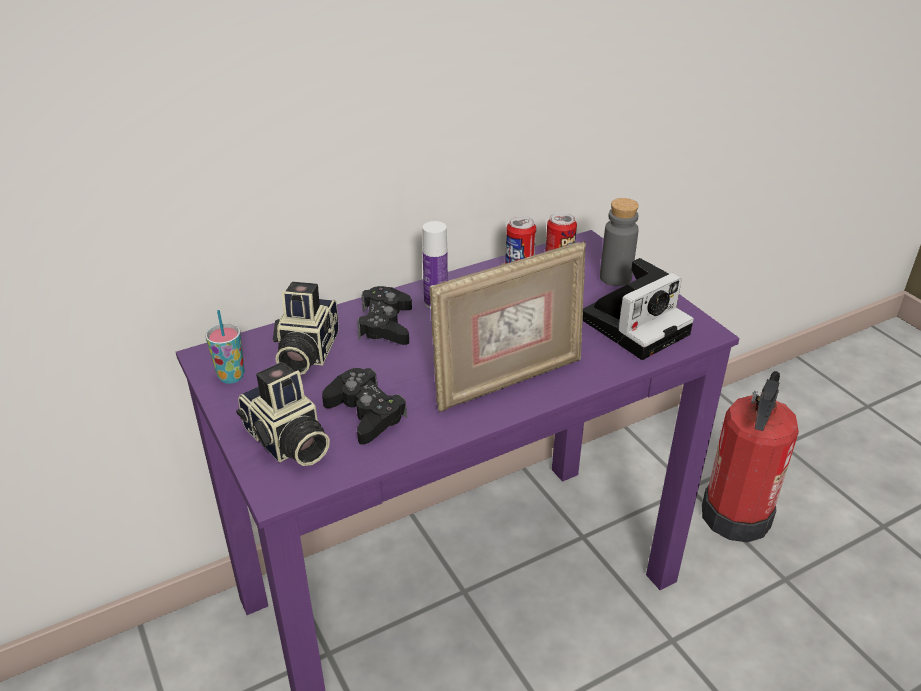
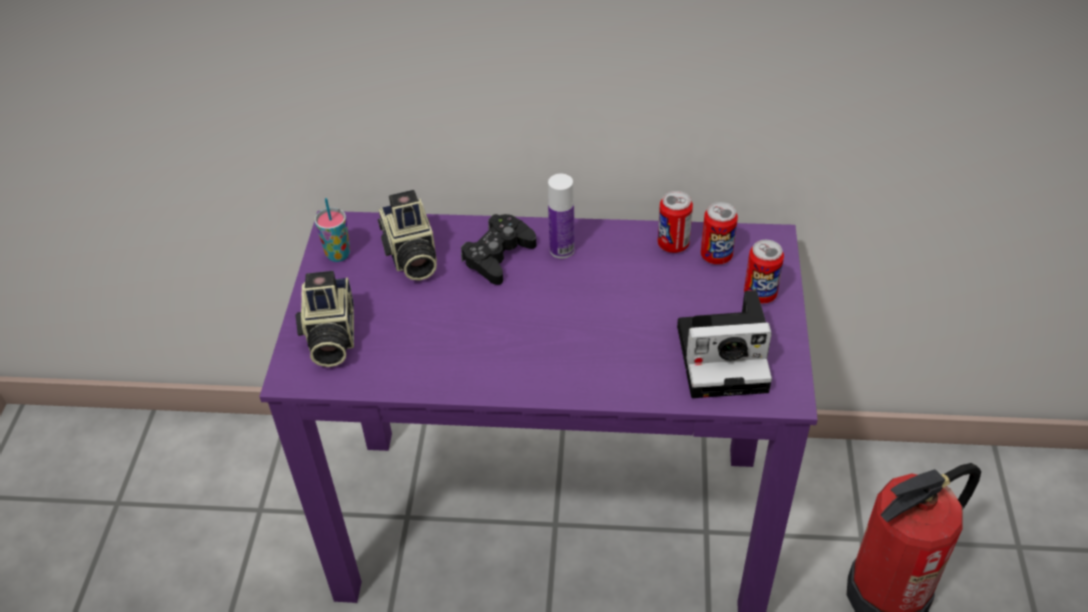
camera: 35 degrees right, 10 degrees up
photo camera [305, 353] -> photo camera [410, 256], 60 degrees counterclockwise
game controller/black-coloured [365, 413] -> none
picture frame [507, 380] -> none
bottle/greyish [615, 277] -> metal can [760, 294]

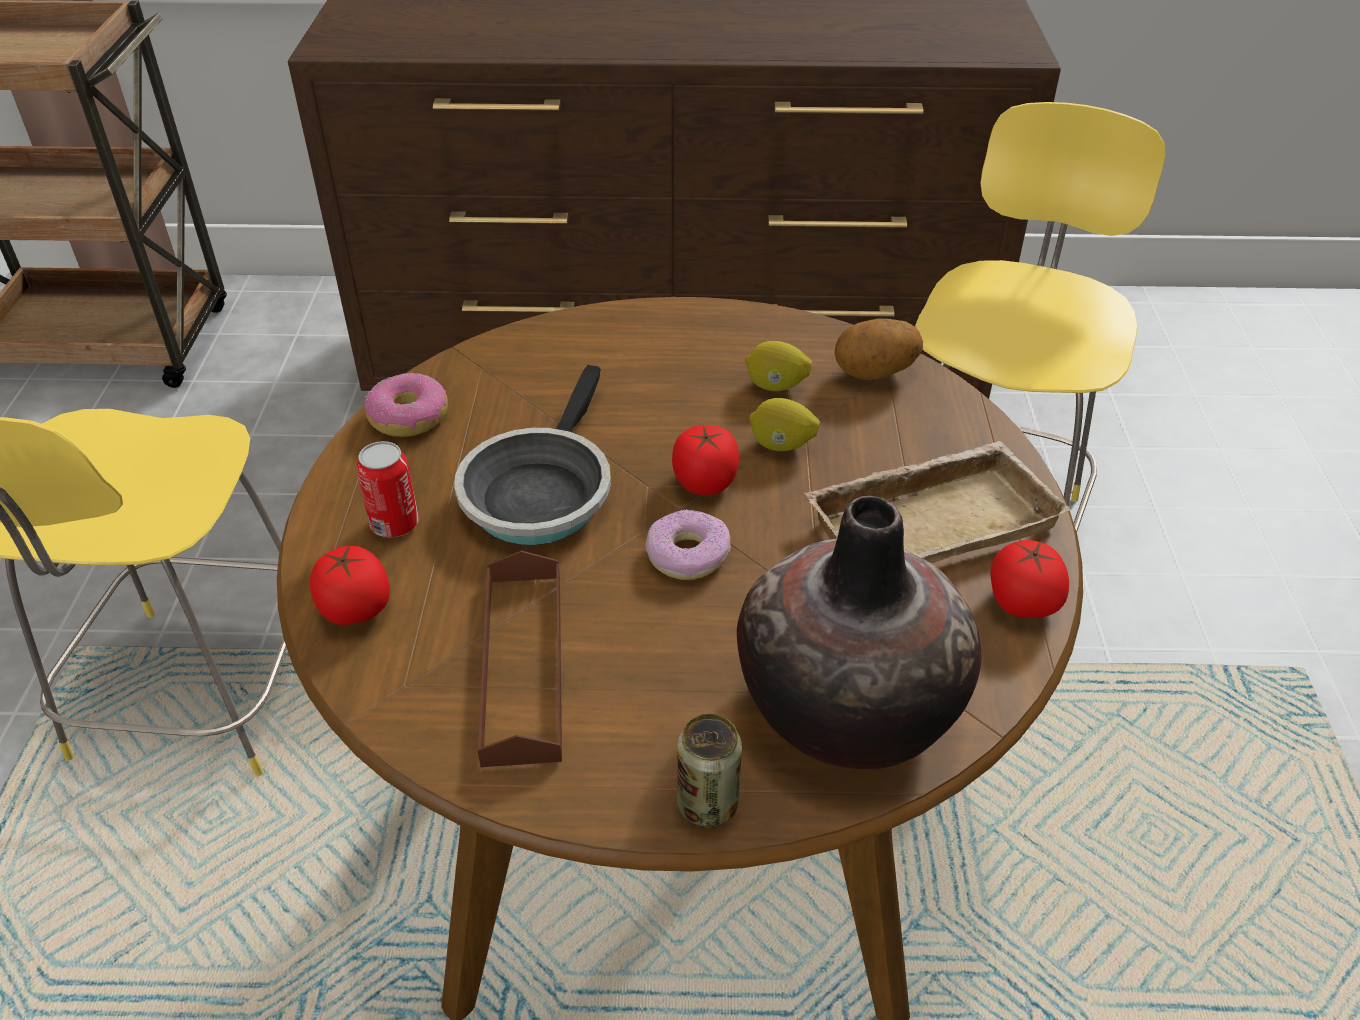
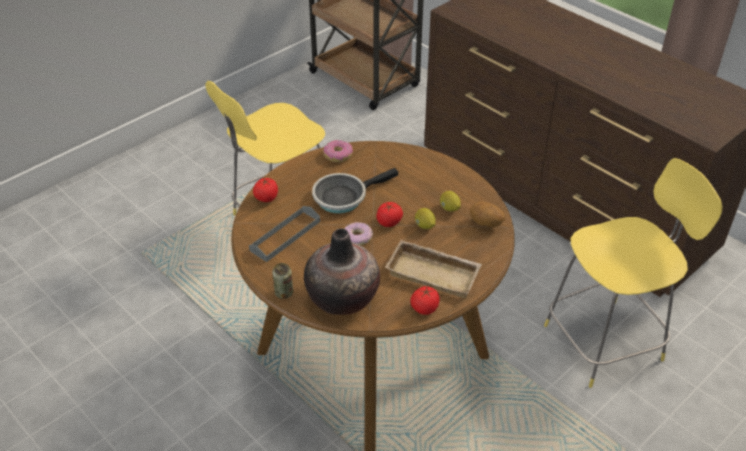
camera: 45 degrees right, 0 degrees up
metal can [395, 524] -> none
carrying tray/brownish [523, 664] -> carrying tray/greyish [285, 236]

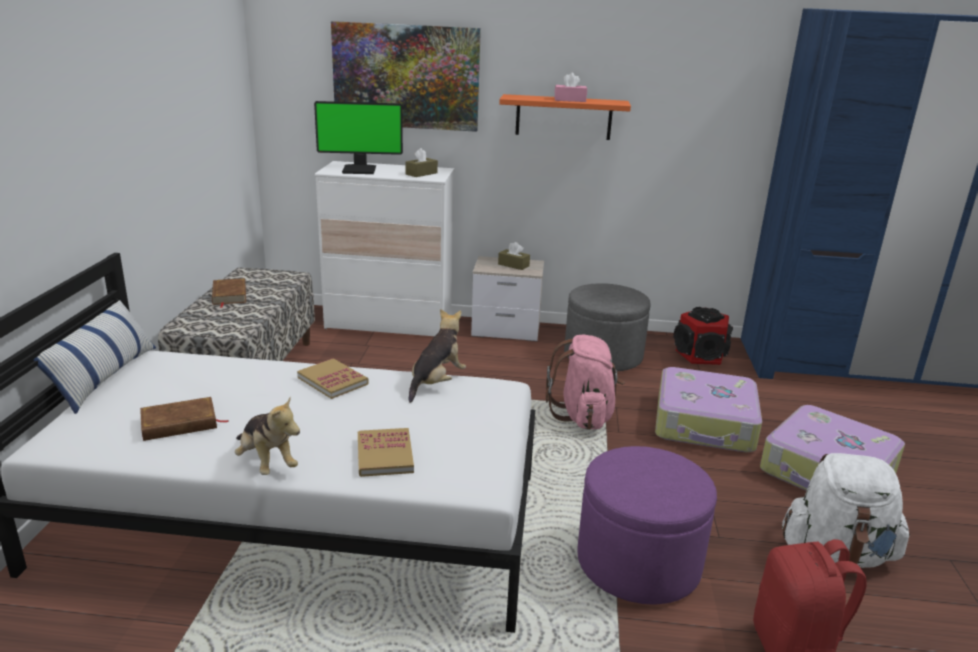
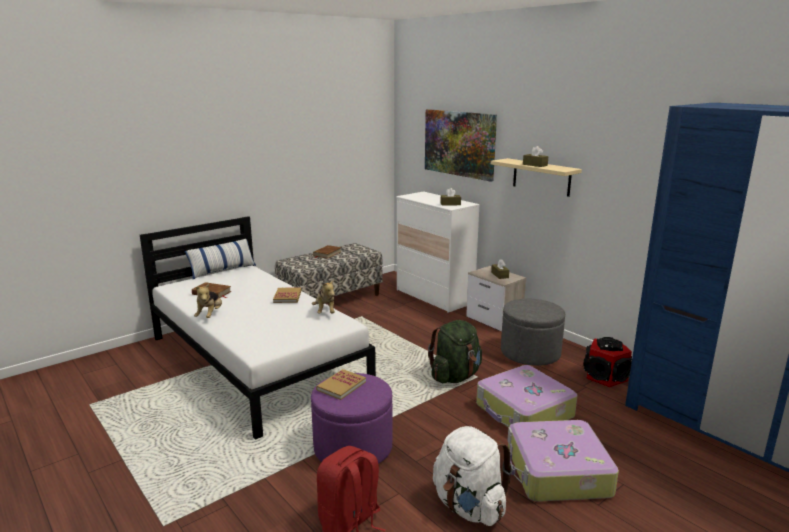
camera: 45 degrees right, 5 degrees down
monitor [360, 170] -> none
book [384, 455] -> book [341, 386], move
cuddly toy [436, 382] -> cuddly toy [325, 311], 90 degrees clockwise
bracket shelf/orangey [563, 117] -> bracket shelf/sand-coloured [541, 177]
knapsack/pink-coloured [583, 415] -> knapsack/greenish [455, 376]
tissue holder/pink-coloured [570, 100] -> tissue holder/brownish [535, 165]

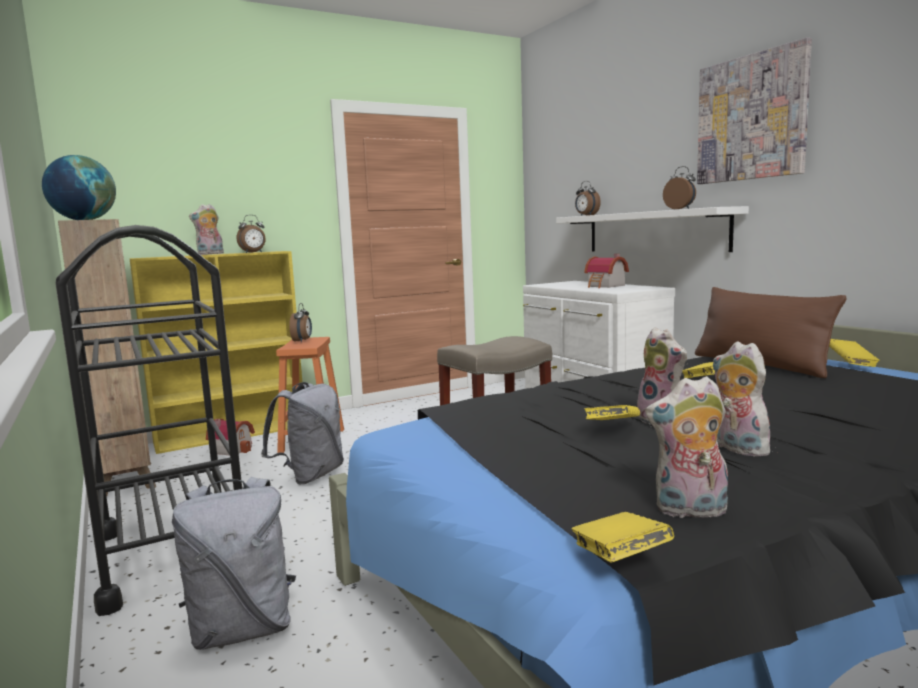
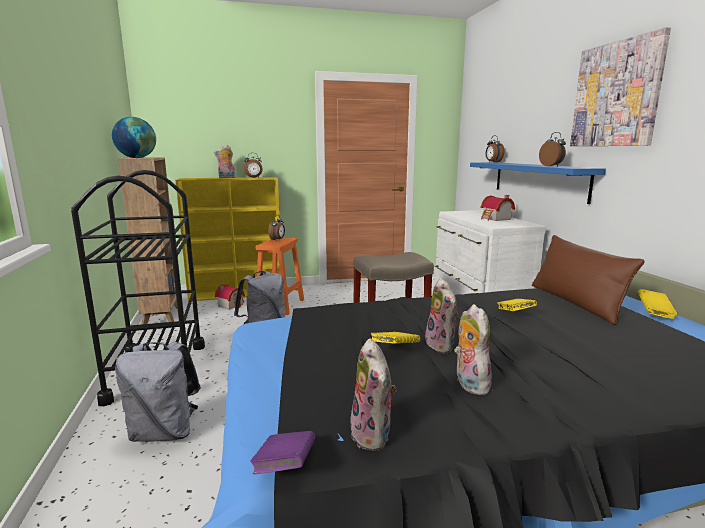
camera: 15 degrees right, 5 degrees up
bracket shelf/whitish [654, 232] -> bracket shelf/bluish [538, 180]
book/yellow-coloured [619, 559] -> book/purple [285, 467]
cuddly toy [690, 511] -> cuddly toy [374, 436], 120 degrees counterclockwise

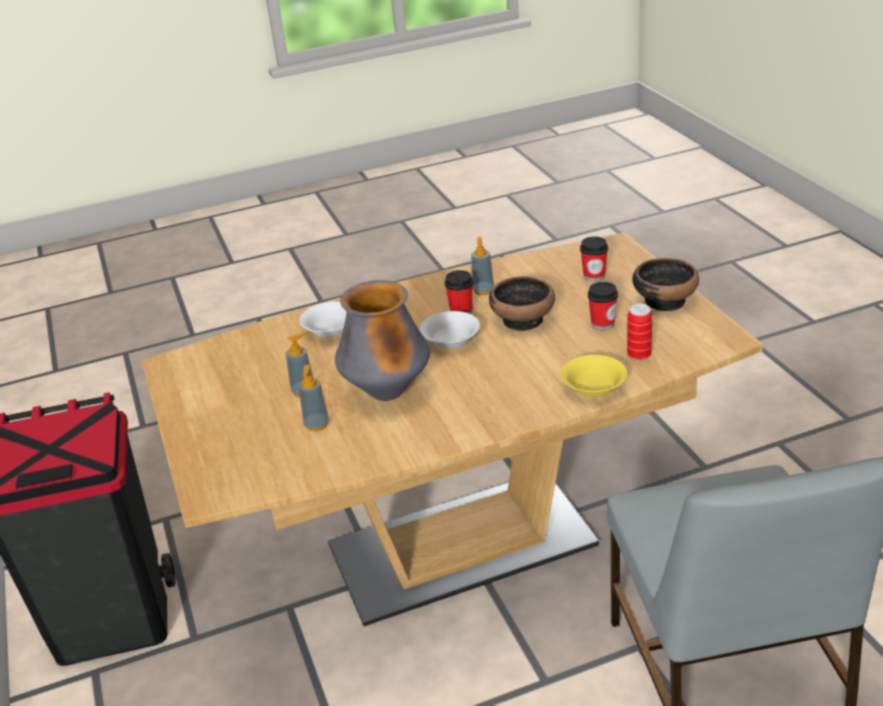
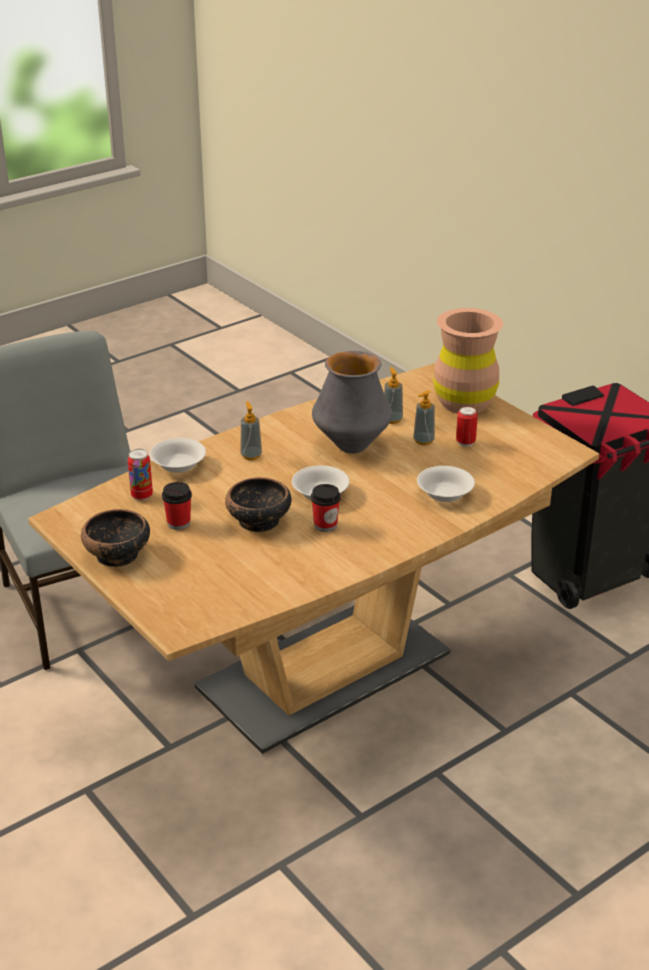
camera: 160 degrees right, 0 degrees up
soap dispenser [483, 291] -> soap dispenser [251, 455], move
serving bowl/yellow-coloured [593, 388] -> serving bowl/whitish [178, 465]
small cup [594, 276] -> none
none -> decorative vase/brownish [464, 403]
none -> metal can [465, 442]

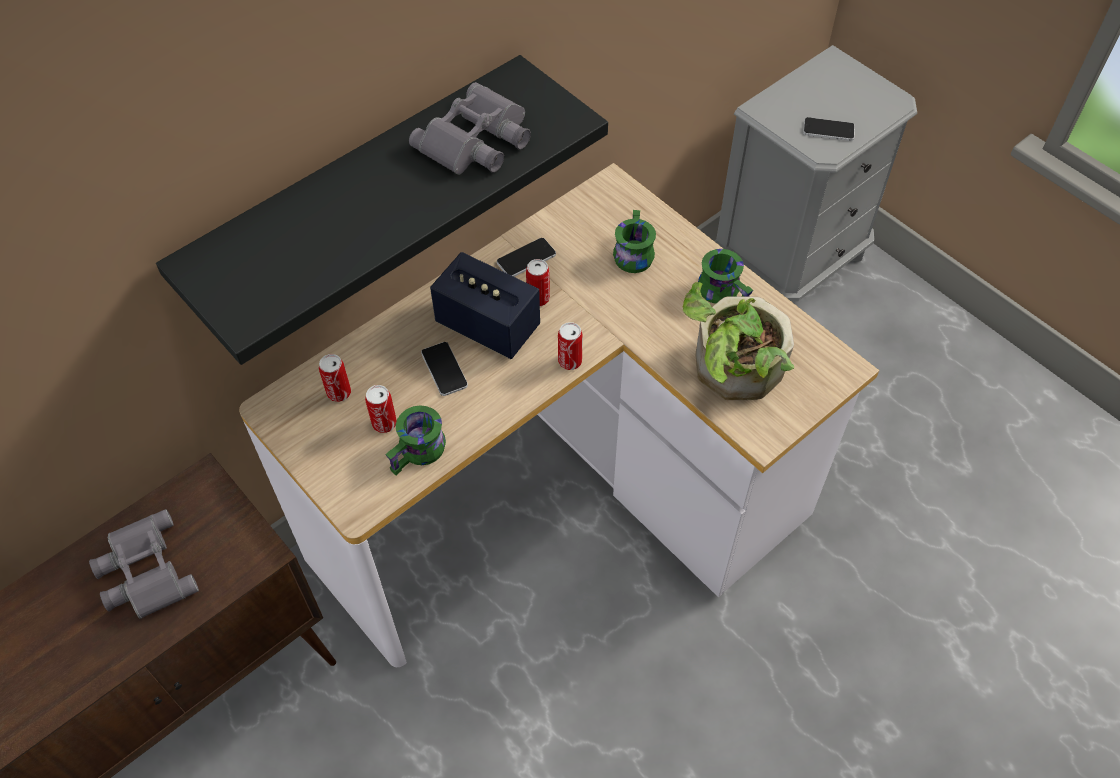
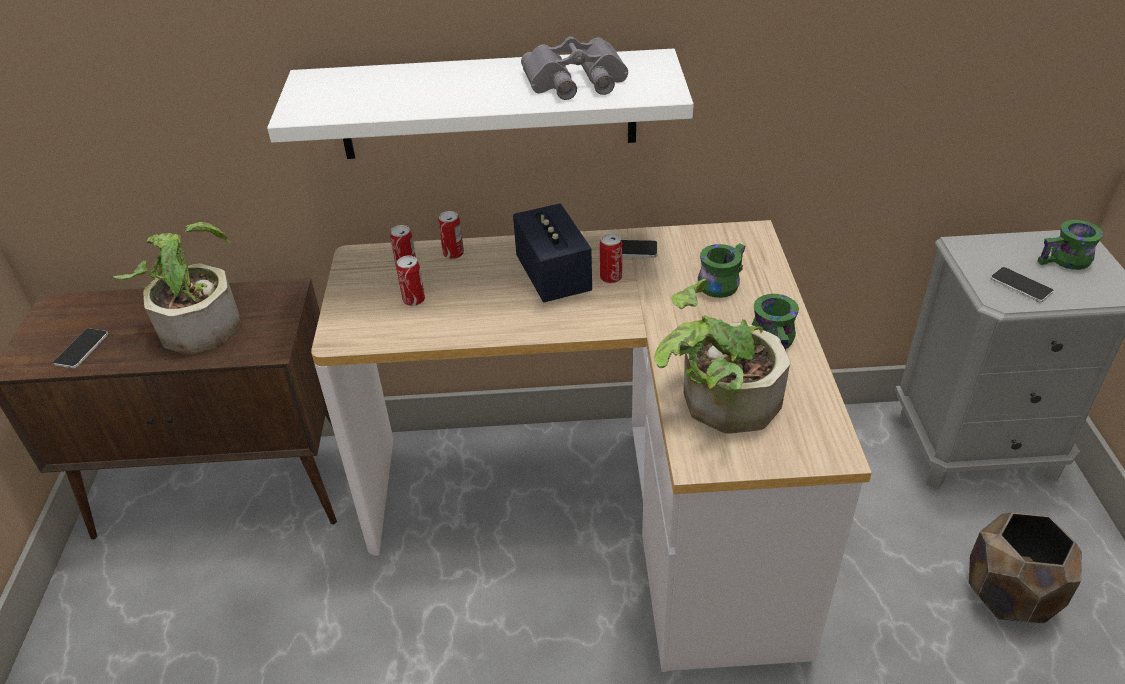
camera: 40 degrees right, 15 degrees down
field glasses/greyish [143, 571] -> houseplant [198, 321]
bracket shelf/black-coloured [359, 191] -> bracket shelf/whitish [487, 105]
mug/greenish [420, 454] -> mug/greenish [1066, 261], move
handset [444, 369] -> handset [82, 349], move
metal can [570, 361] -> metal can [453, 254], move
none -> flower pot/brownish [1010, 594]

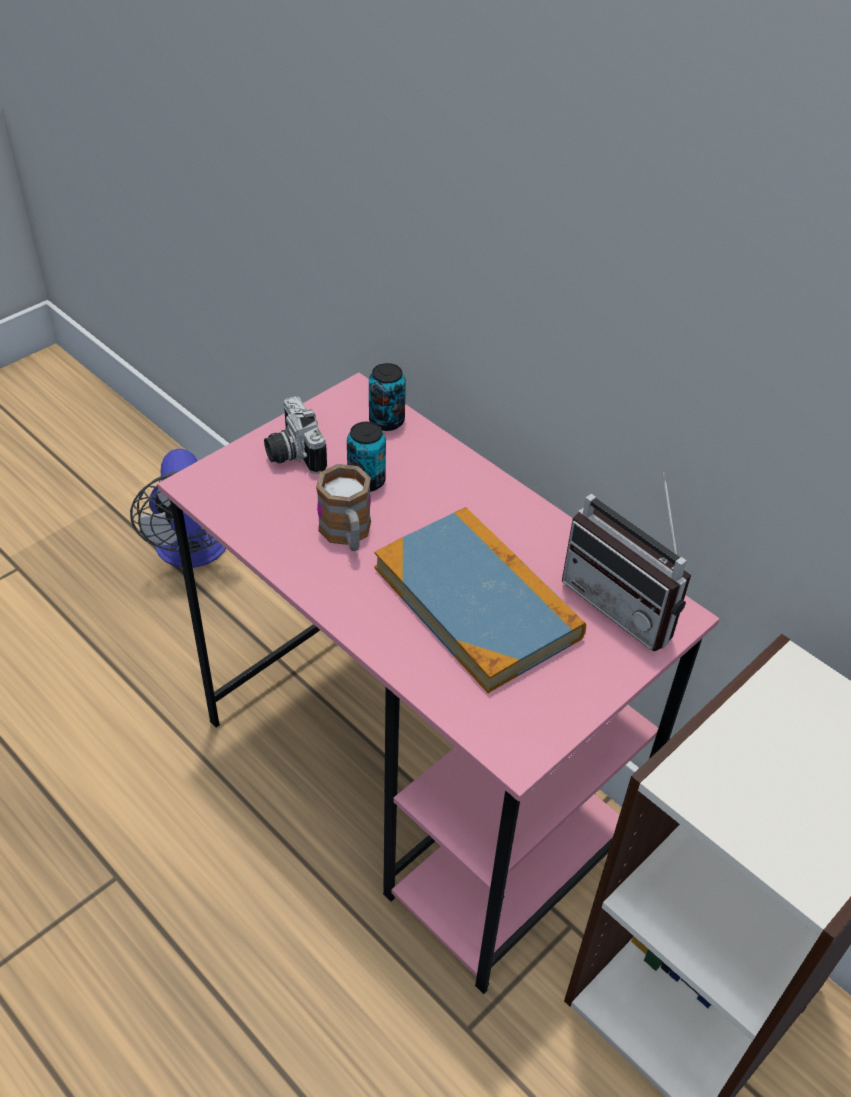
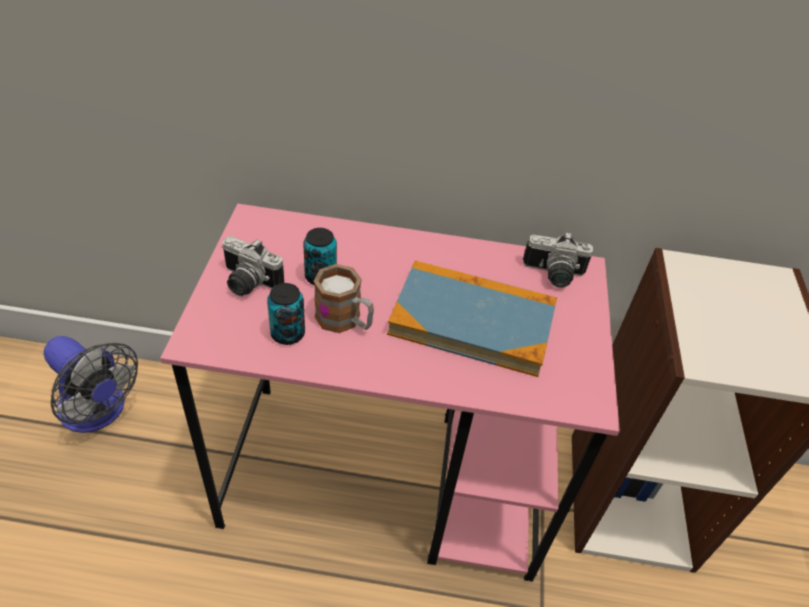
camera: 40 degrees left, 0 degrees up
metal can [386, 421] -> metal can [287, 334], move
radio receiver [627, 604] -> photo camera [553, 275]

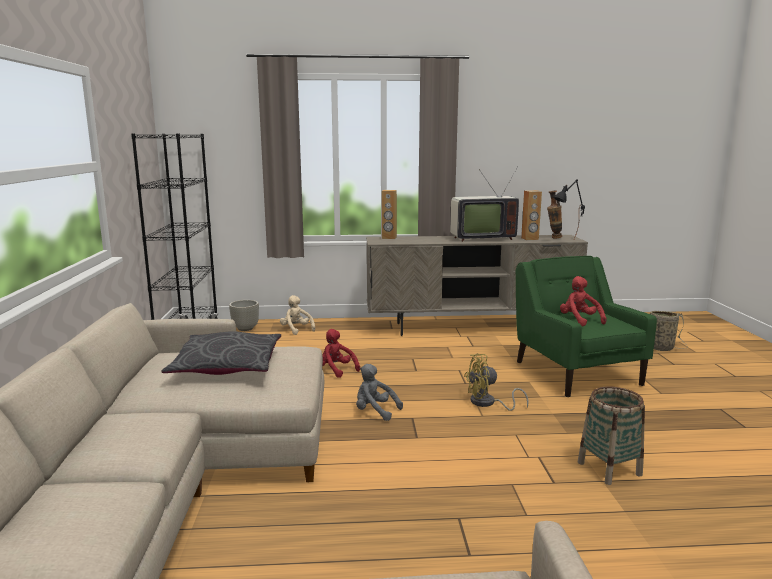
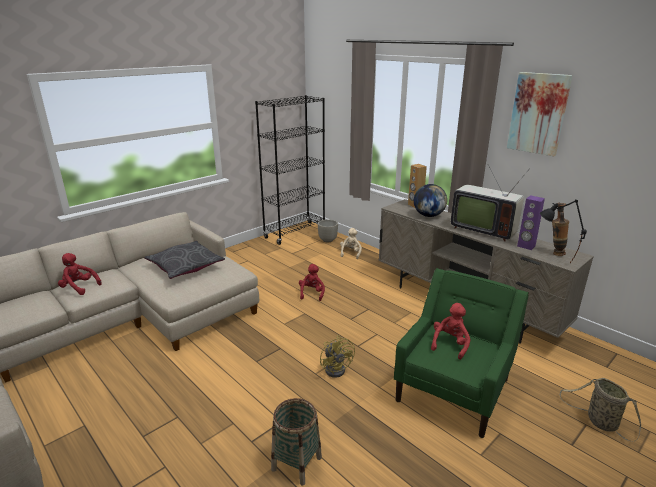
camera: 50 degrees right, 10 degrees up
cuddly toy/greyish [375, 411] -> none
cooling fan/yellow-coloured [487, 403] -> cooling fan/yellow-coloured [337, 368], 150 degrees counterclockwise
loudspeaker/brownish [530, 239] -> loudspeaker/purple [526, 246]
none -> cuddly toy/red [79, 287]
none -> world globe [428, 215]
none -> wall picture [538, 113]

